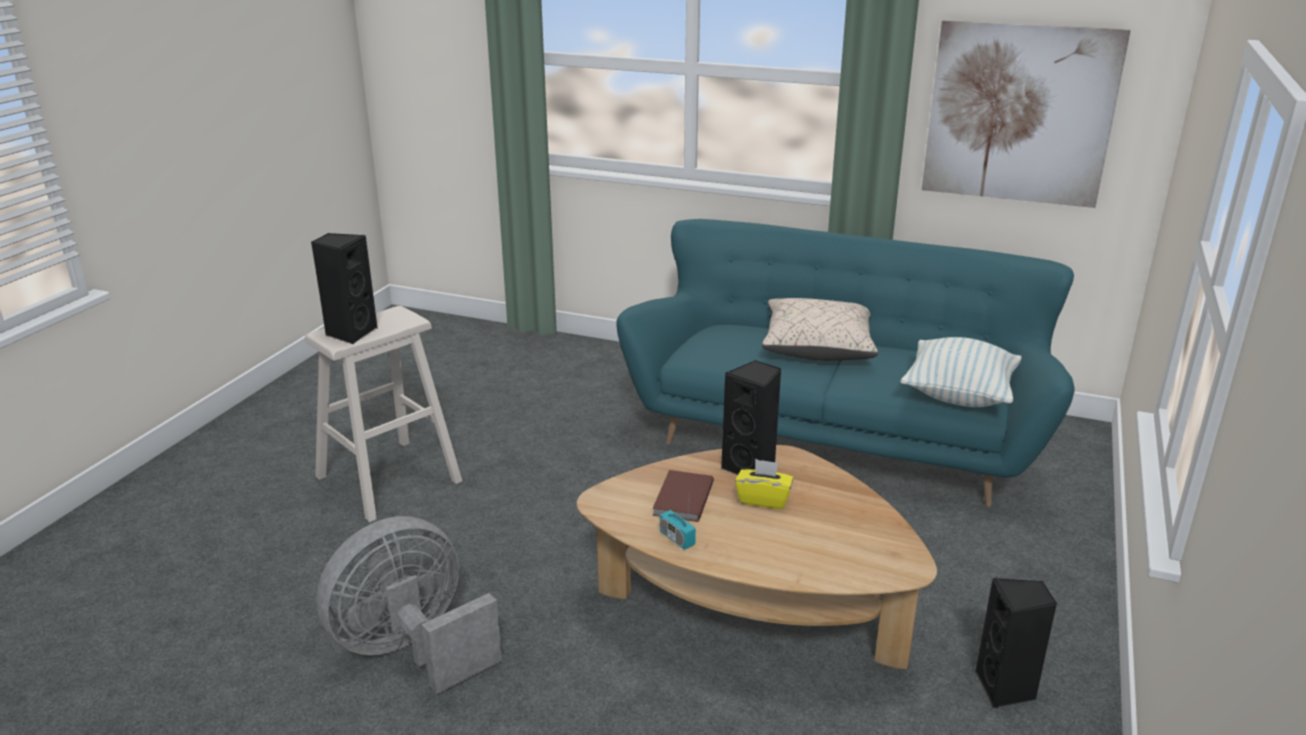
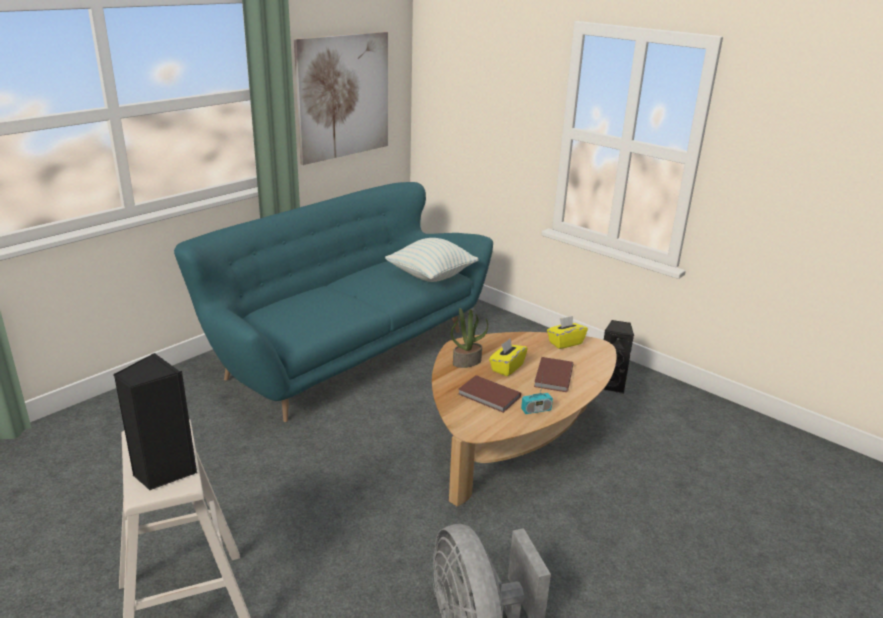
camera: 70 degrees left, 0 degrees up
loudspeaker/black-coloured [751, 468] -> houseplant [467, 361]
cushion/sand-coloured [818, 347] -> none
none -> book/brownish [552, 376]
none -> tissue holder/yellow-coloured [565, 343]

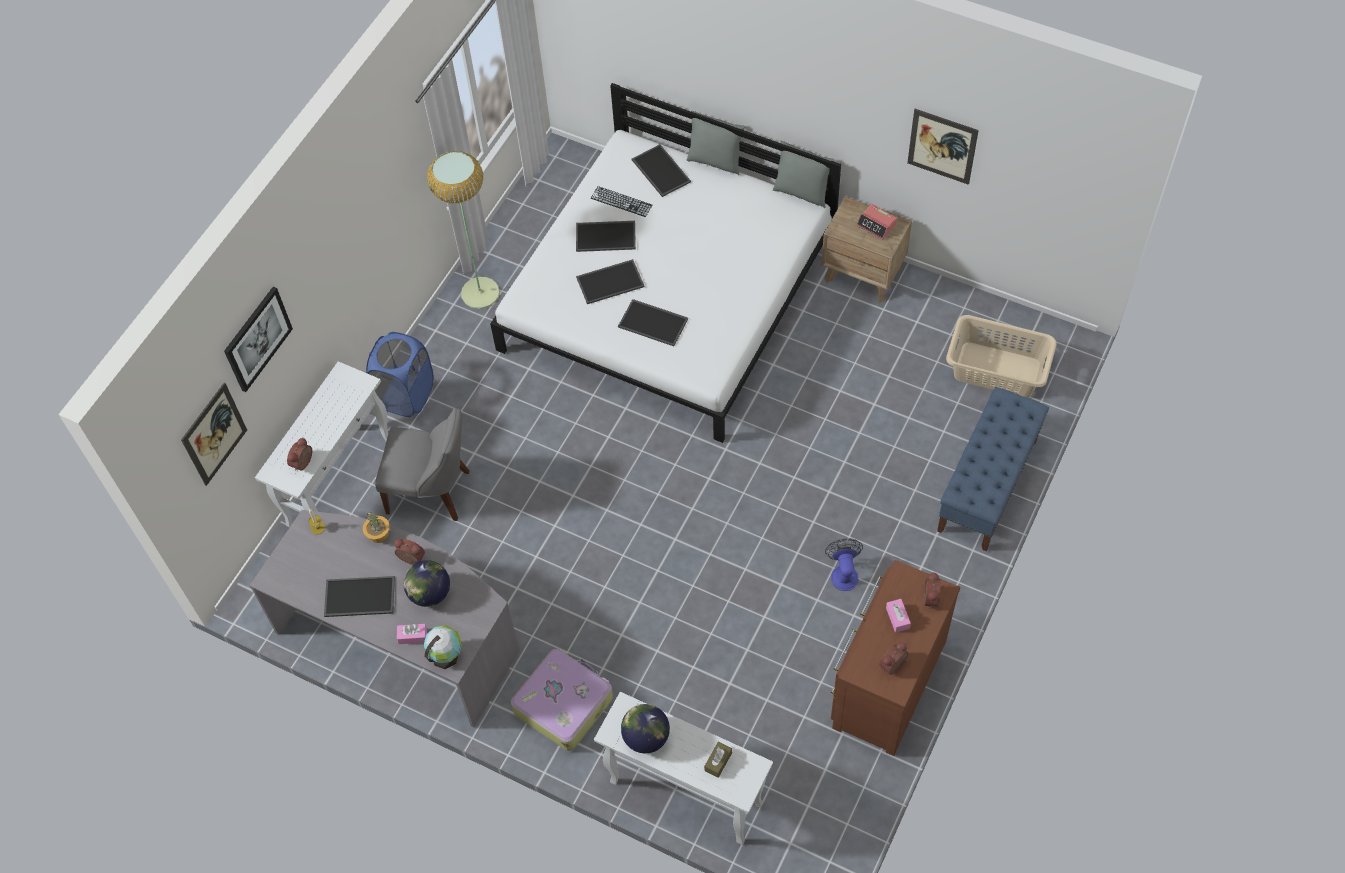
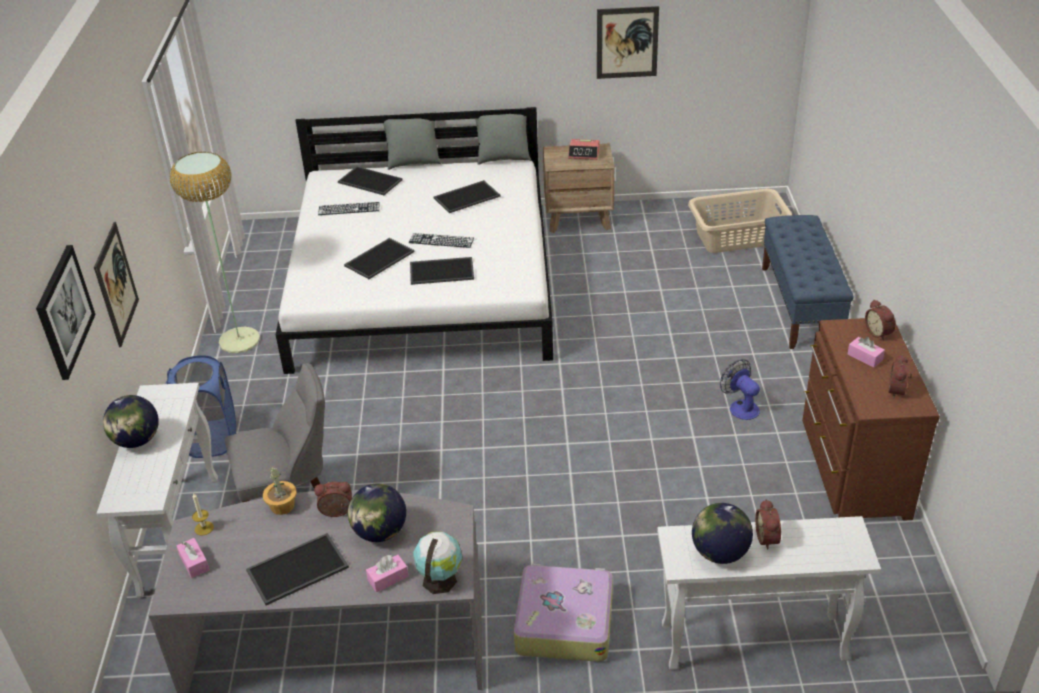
camera: 30 degrees left, 20 degrees down
wall picture [214, 434] -> wall picture [116, 284], move
table clock [304, 463] -> table clock [768, 538], move
carrying tray [606, 235] -> carrying tray [467, 196], move
tissue holder/brownish [718, 761] -> none
none -> world globe [137, 440]
none -> tissue holder/pink-coloured [194, 563]
none -> computer keyboard [441, 240]

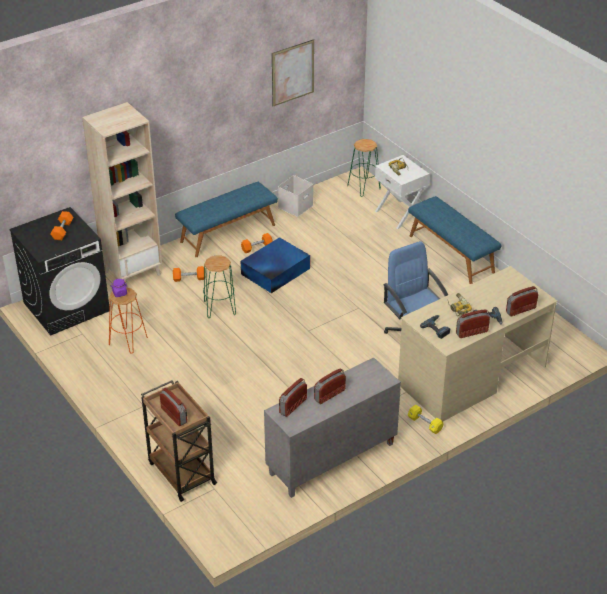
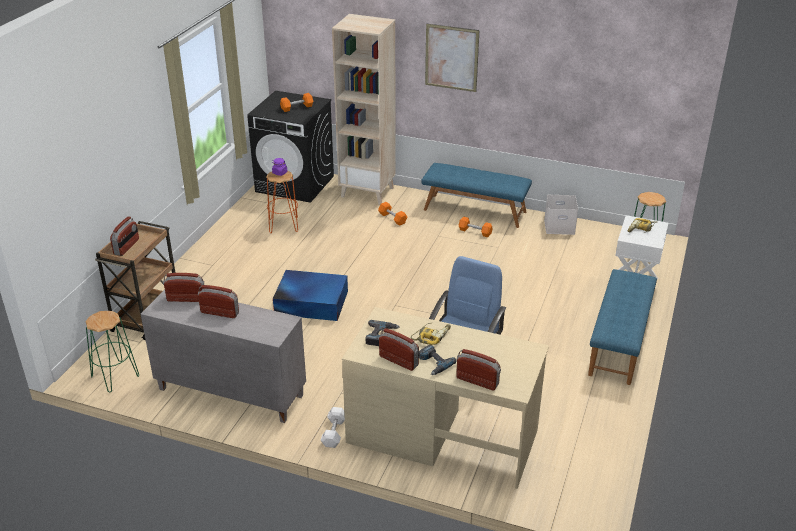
camera: 55 degrees right, 5 degrees down
sitting stool/greenish [219, 308] -> sitting stool/greenish [115, 376], move
storage box/bluish [274, 271] -> storage box/bluish [310, 302], move
wall picture [292, 72] -> wall picture [451, 58], move
dumbbell/yellow-coloured [425, 424] -> dumbbell/whitish [334, 433]

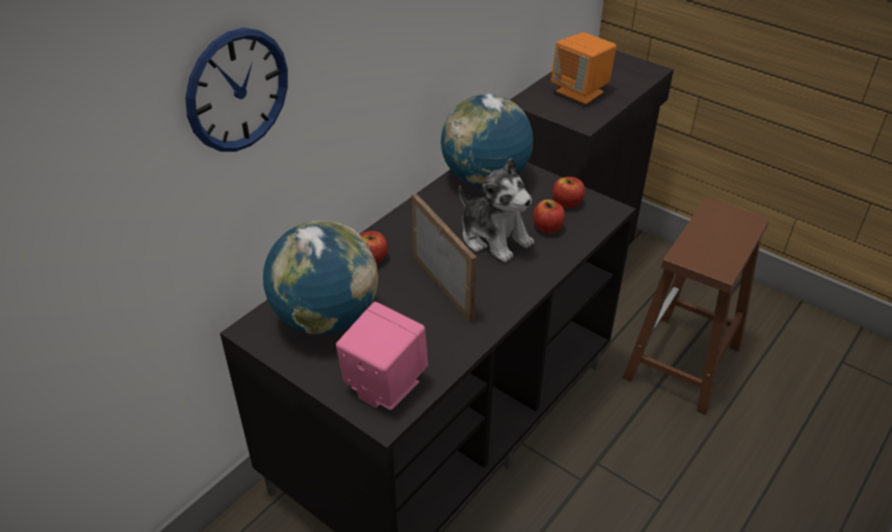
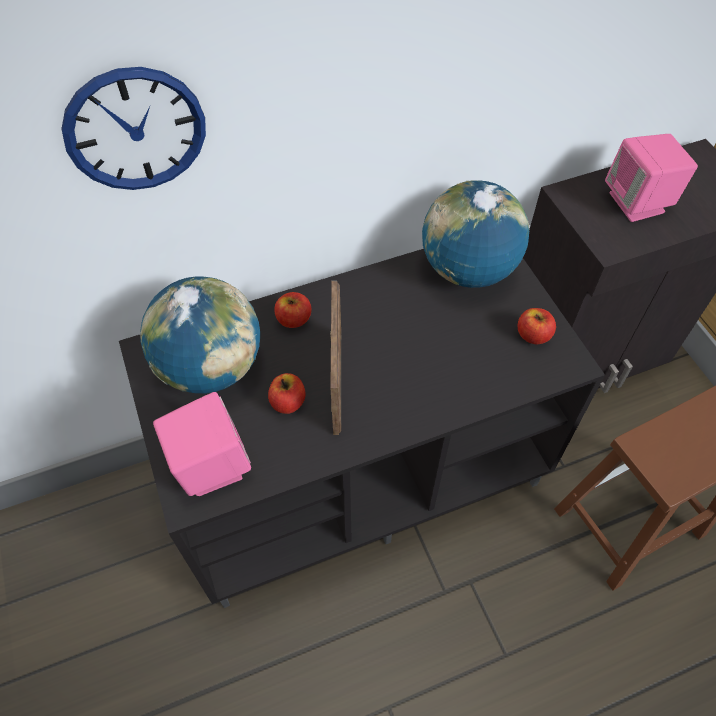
camera: 30 degrees right, 15 degrees up
cuddly toy [494, 238] -> none
apple fruit [547, 227] -> apple fruit [288, 402], move
loudspeaker/orangey [580, 92] -> loudspeaker/pink-coloured [637, 203]

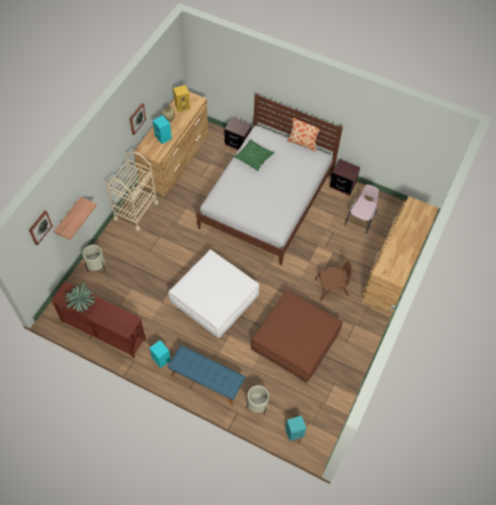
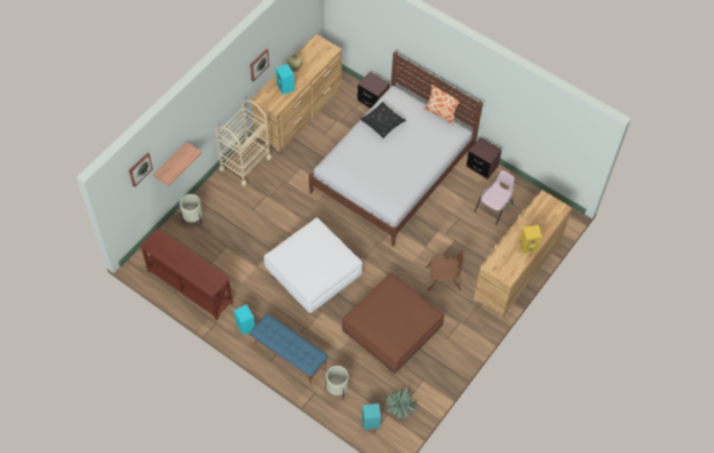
camera: 10 degrees right, 0 degrees up
houseplant [82, 303] -> houseplant [400, 408], move
loudspeaker/yellow-coloured [182, 106] -> loudspeaker/yellow-coloured [528, 246], move
cushion/greenish [253, 157] -> cushion/black-coloured [382, 122]

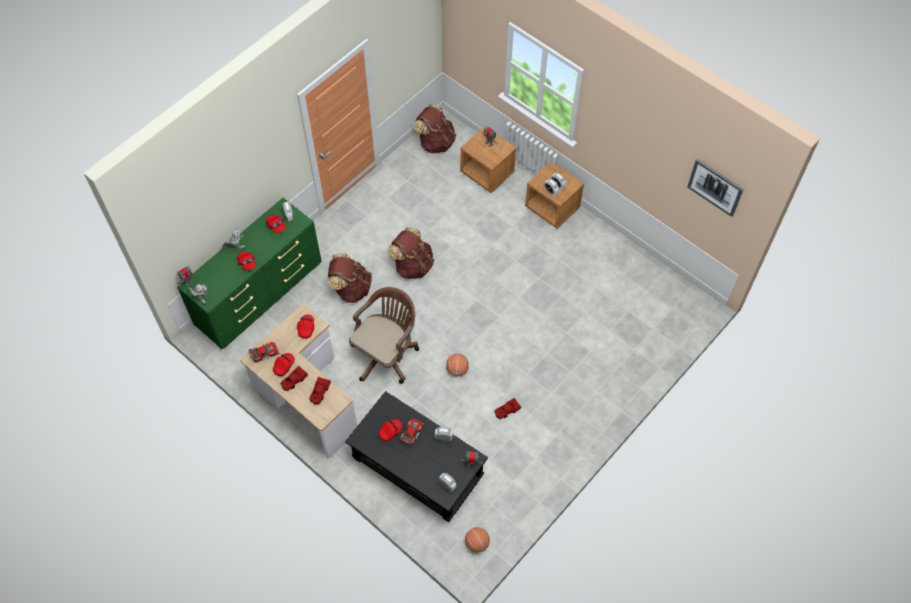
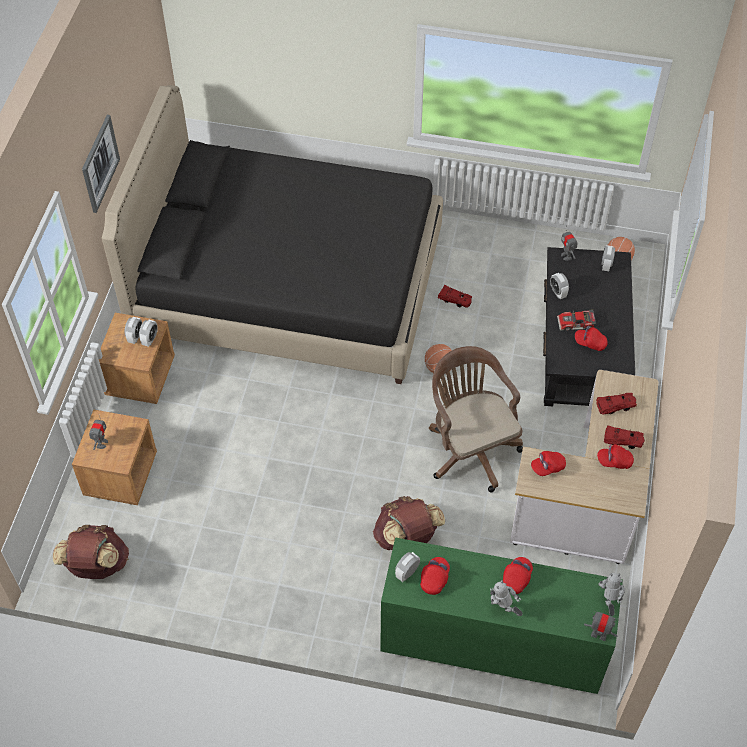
camera: 120 degrees left, 5 degrees down
miniature car [264, 352] -> none
office chair/brownish [386, 354] -> office chair/brownish [470, 448], 60 degrees clockwise
knapsack/brownish [413, 265] -> none
wall picture [715, 187] -> wall picture [100, 163], move
none -> bedroom bed/black-coloured [288, 285]

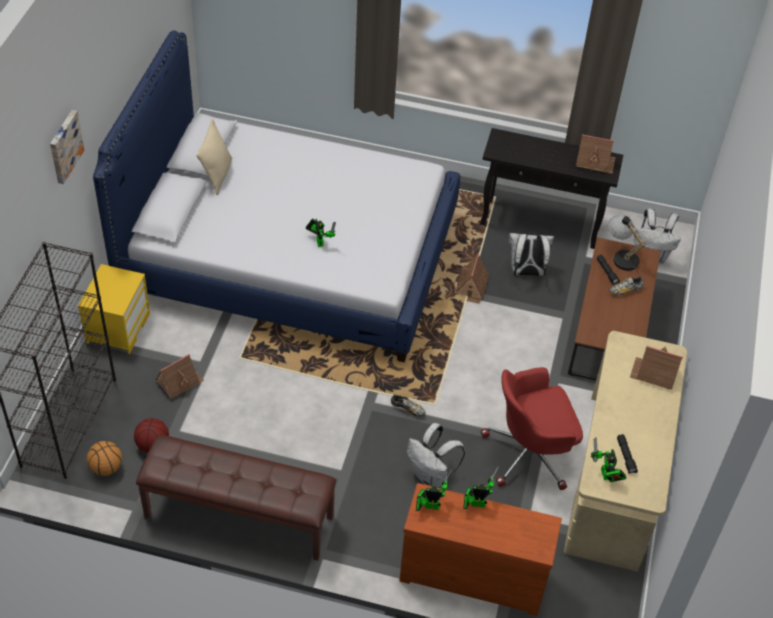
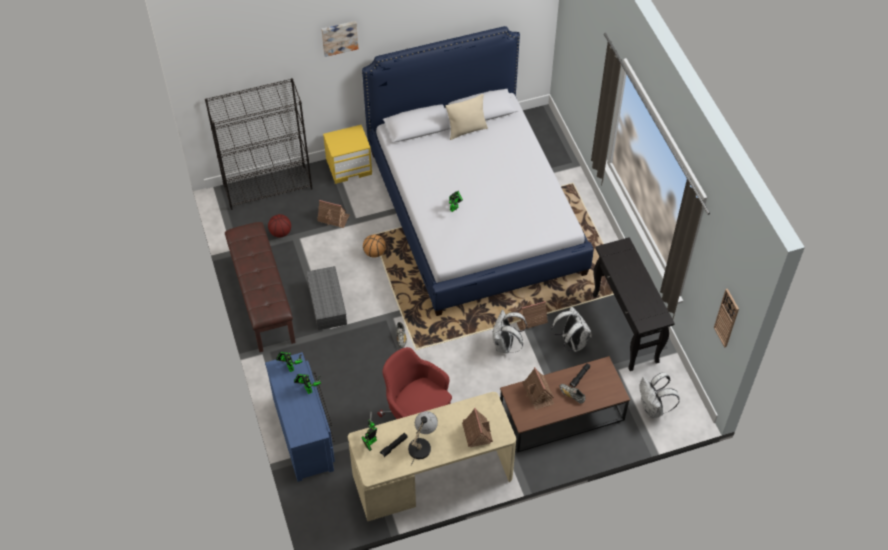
camera: 60 degrees right, 5 degrees up
basketball [106, 467] -> basketball [374, 252], move
dresser/brownish [474, 572] -> dresser/bluish [305, 433]
knapsack/whitish [431, 476] -> knapsack/whitish [505, 345], move
miniature house [594, 162] -> miniature house [538, 393], move
lamp for a table [621, 256] -> lamp for a table [422, 444], move
none -> storage box/greyish [326, 303]
none -> hanging clock [727, 318]

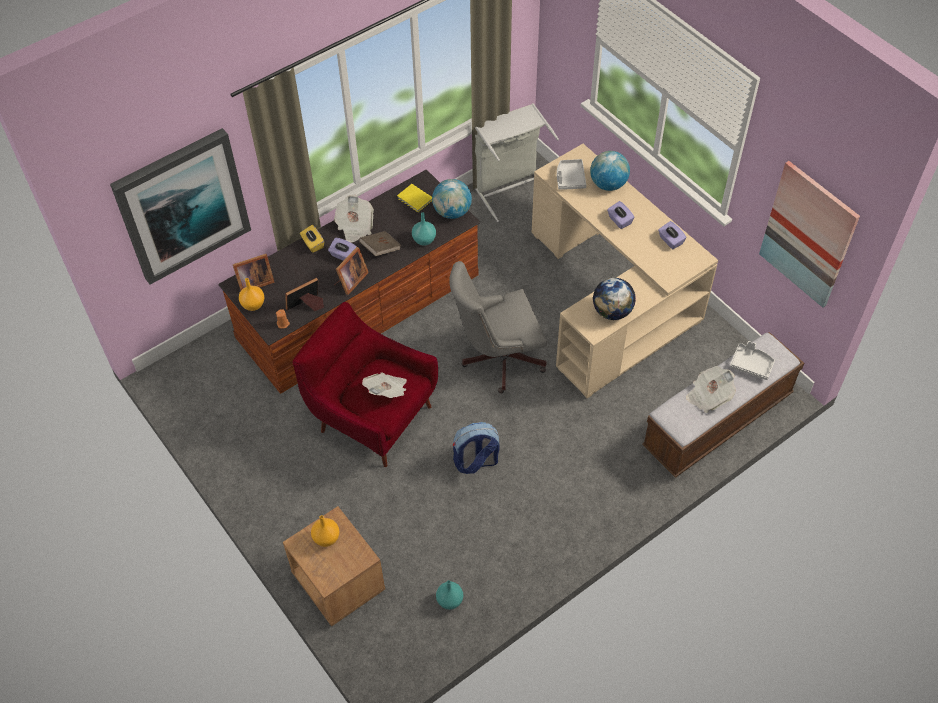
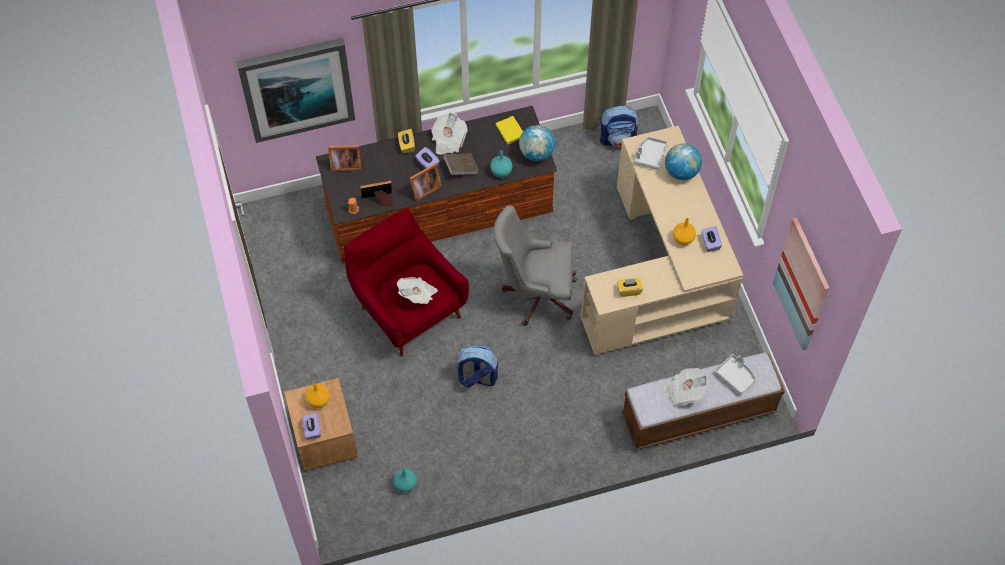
camera: 20 degrees right, 5 degrees up
decorative vase/orangey [253, 305] -> decorative vase/orangey [682, 239], move
laundry basket/greyish [510, 189] -> knapsack [618, 138]
world globe [612, 311] -> tissue holder/yellow-coloured [629, 290]
tissue holder/purple [619, 221] -> tissue holder/purple [312, 430], move

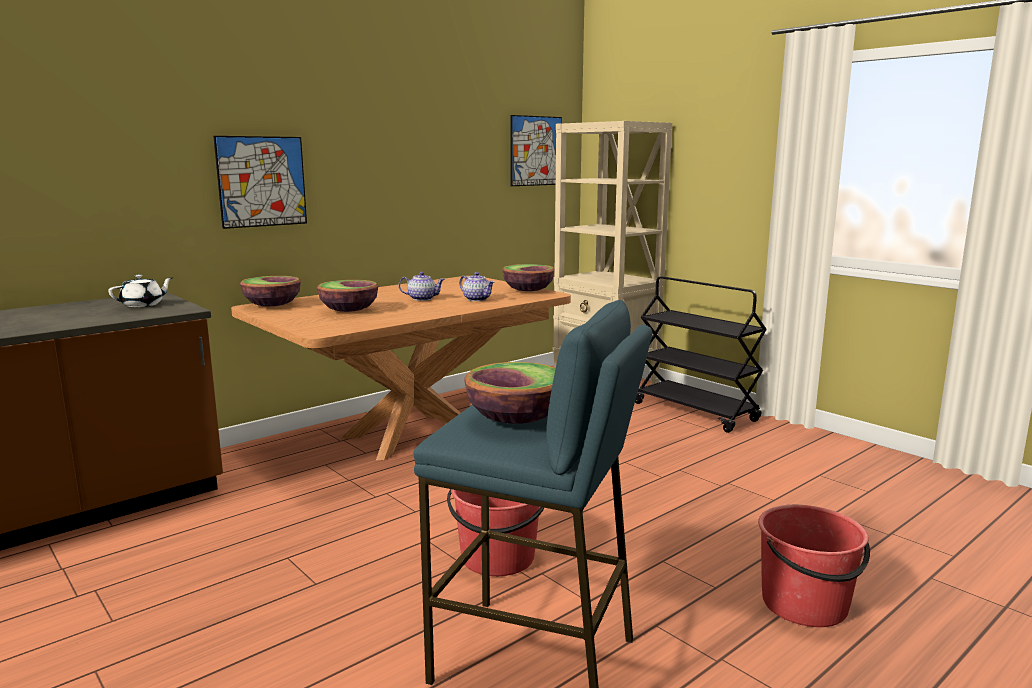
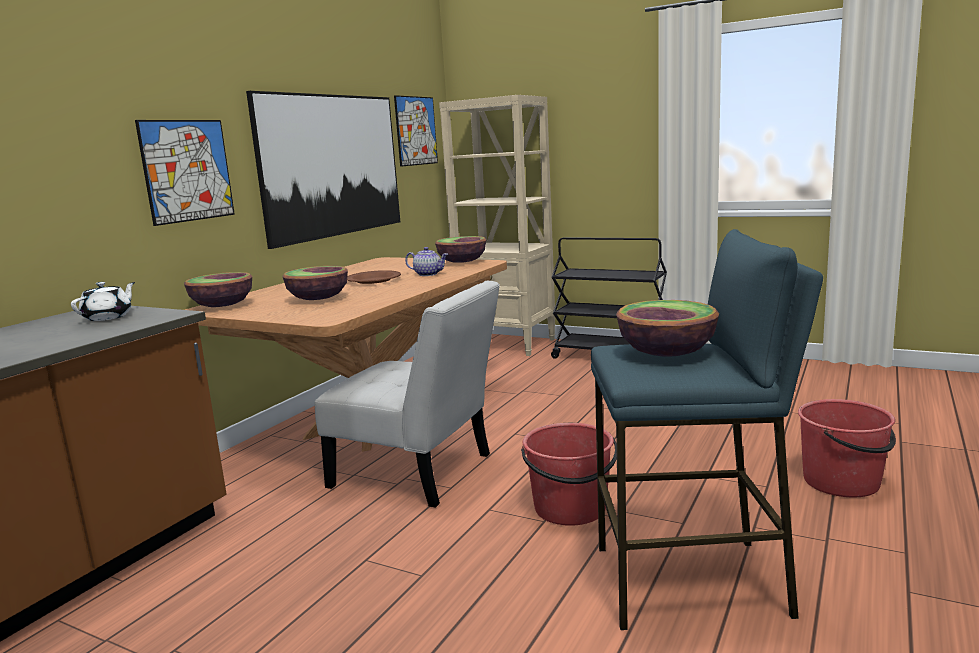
camera: 20 degrees left, 0 degrees up
teapot [422, 299] -> flat dish/brownish [373, 280]
none -> wall picture [332, 166]
none -> upright chair/whitish [419, 473]

